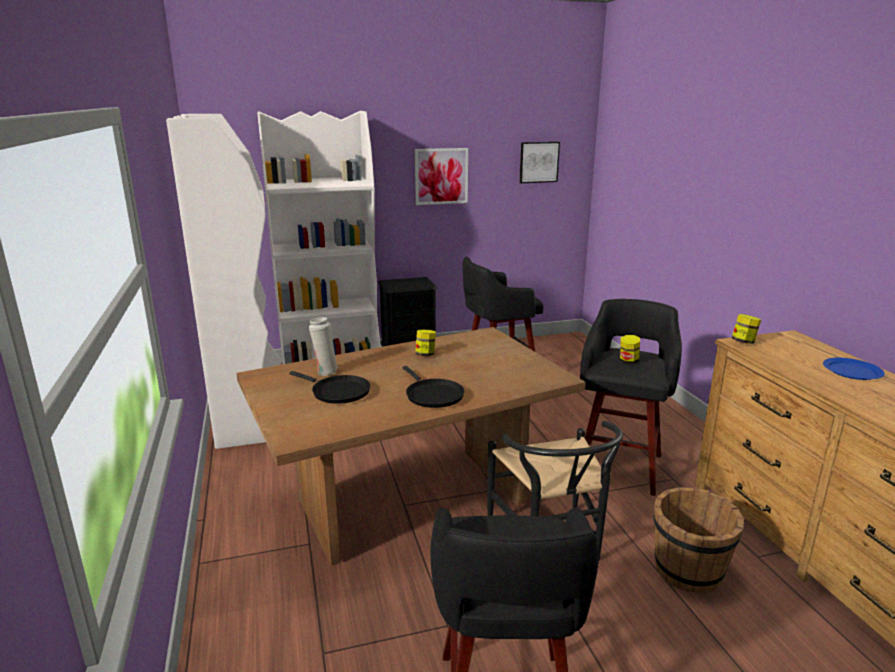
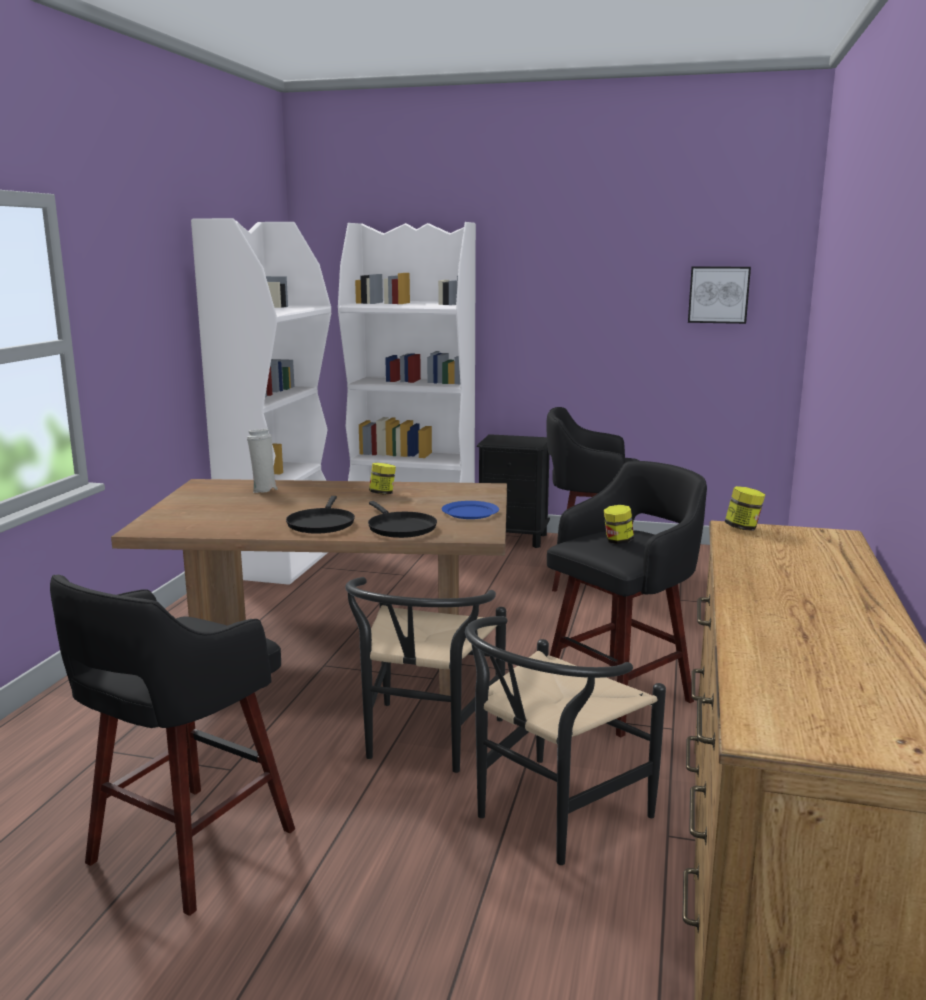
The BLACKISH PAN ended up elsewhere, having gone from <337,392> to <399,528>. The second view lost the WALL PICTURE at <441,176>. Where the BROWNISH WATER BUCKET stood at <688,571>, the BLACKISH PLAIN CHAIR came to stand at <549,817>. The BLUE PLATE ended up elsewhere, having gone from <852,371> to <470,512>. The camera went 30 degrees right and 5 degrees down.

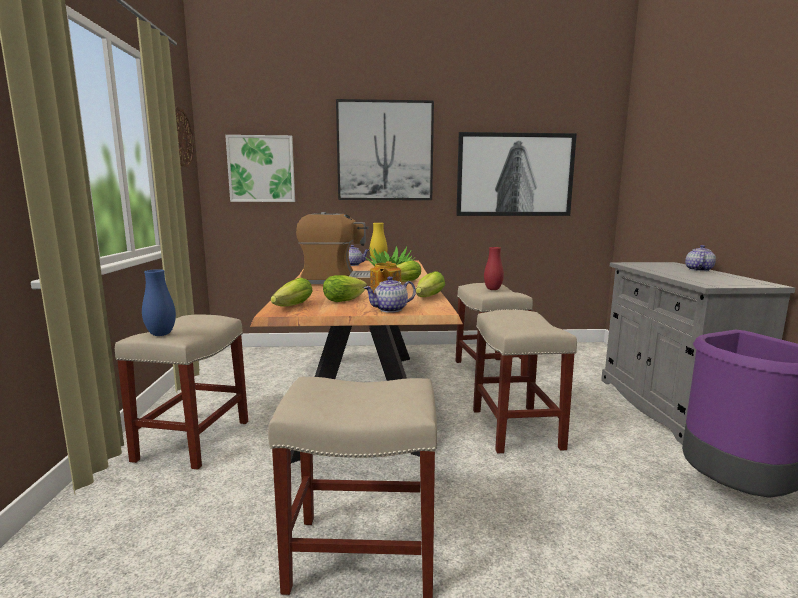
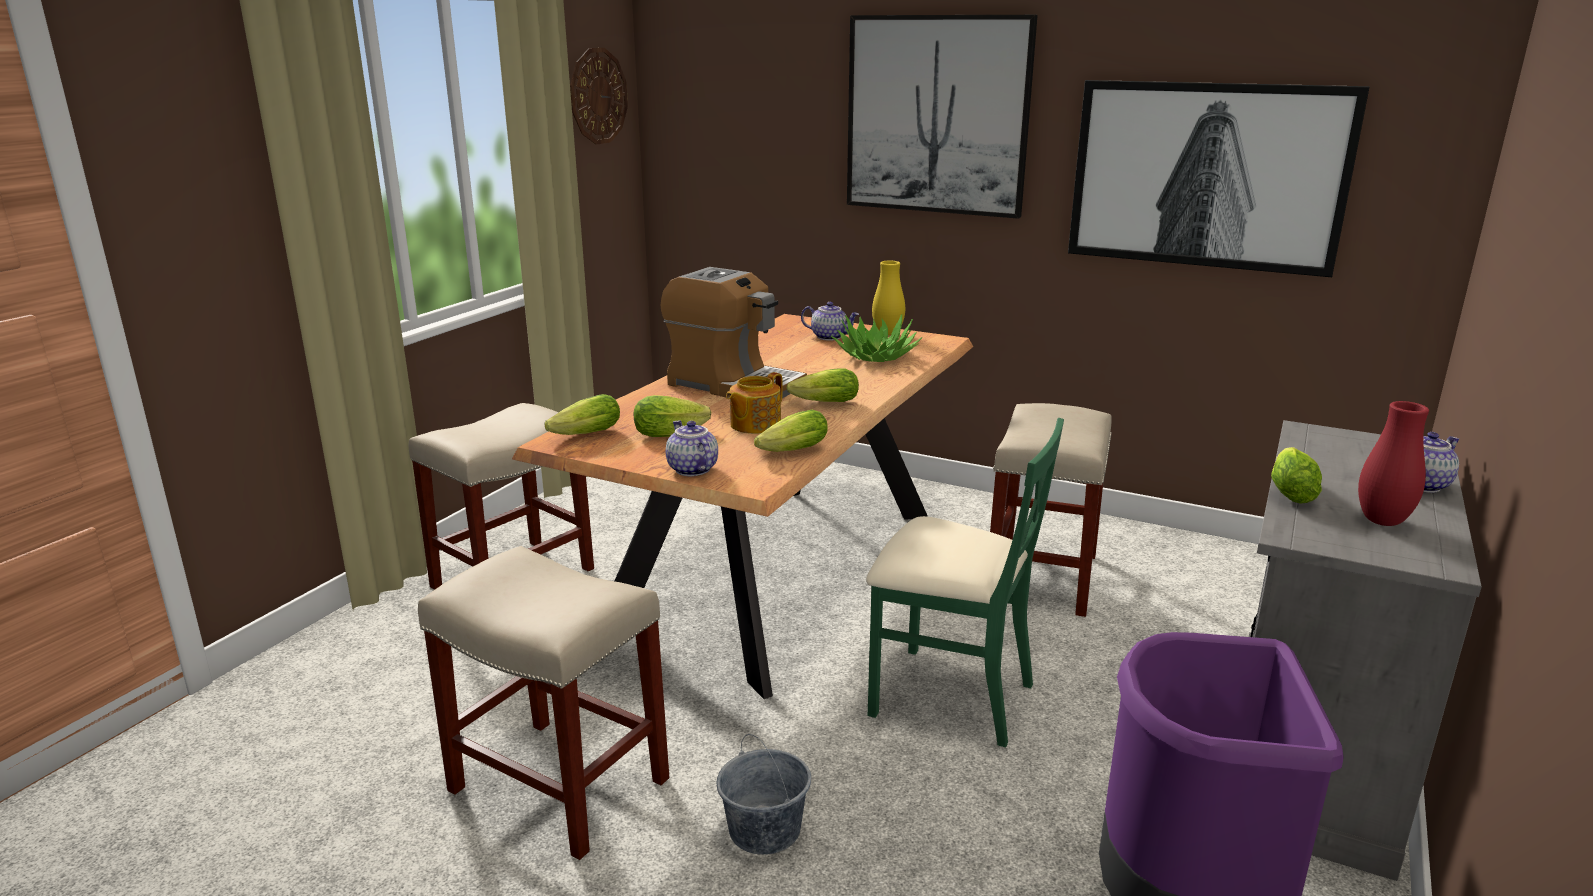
The second view lost the BLUE DECORATIVE VASE at <161,334>. The second view lost the WALL PICTURE at <261,169>. The TEA POT at <390,310> ended up facing another way, 60 degrees clockwise from before. Where the BEIGE STOOL SEAT stood at <517,429>, the GREEN-COLOURED PLAIN CHAIR came to stand at <950,696>. The RED-COLOURED DECORATIVE VASE ended up elsewhere, having gone from <493,289> to <1382,521>. The second view gained the GRAY WATER BUCKET at <765,830>. The second view gained the LETTUCE at <1290,491>. The camera went 30 degrees right and 10 degrees up.

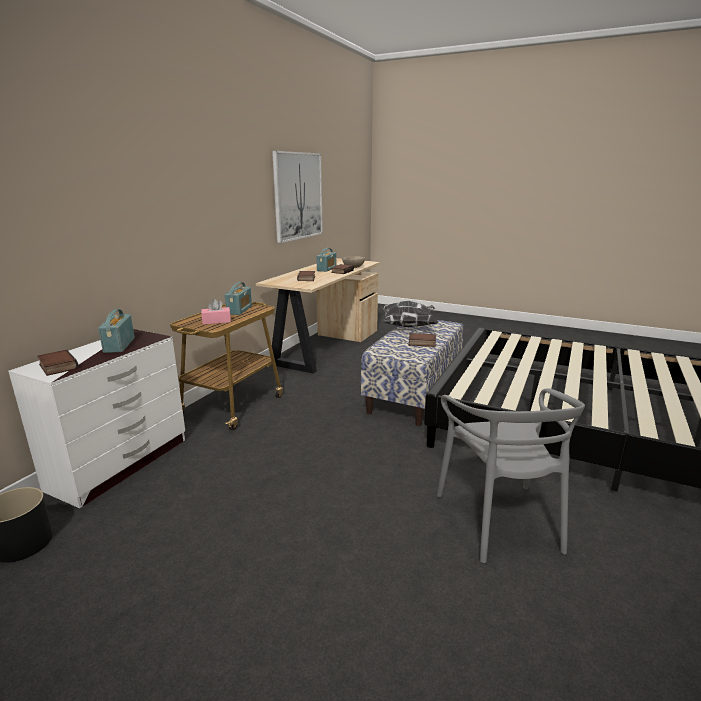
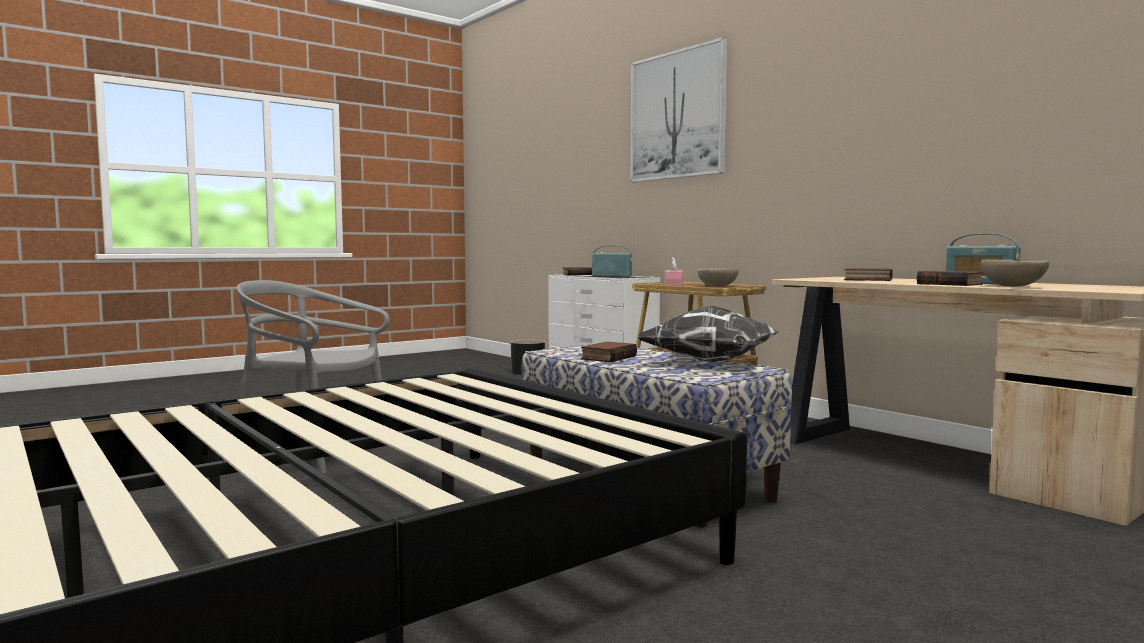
Where the RADIO SET stood at <239,310>, the BEIGE BOWL came to stand at <718,286>. The WALL PICTURE ended up elsewhere, having gone from <298,196> to <677,115>. The camera went 115 degrees right and 15 degrees down.

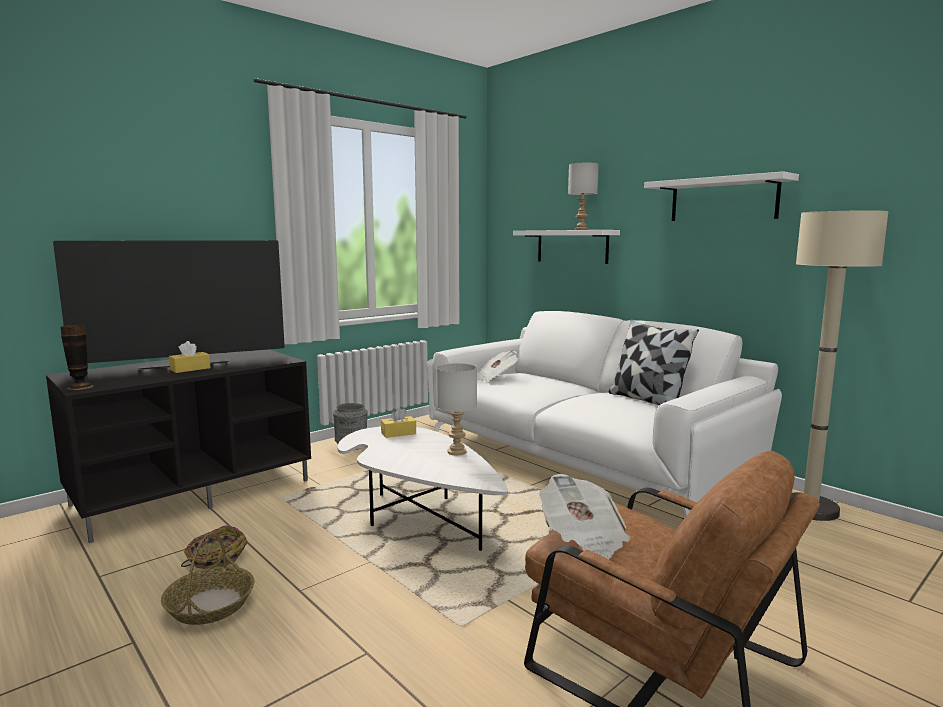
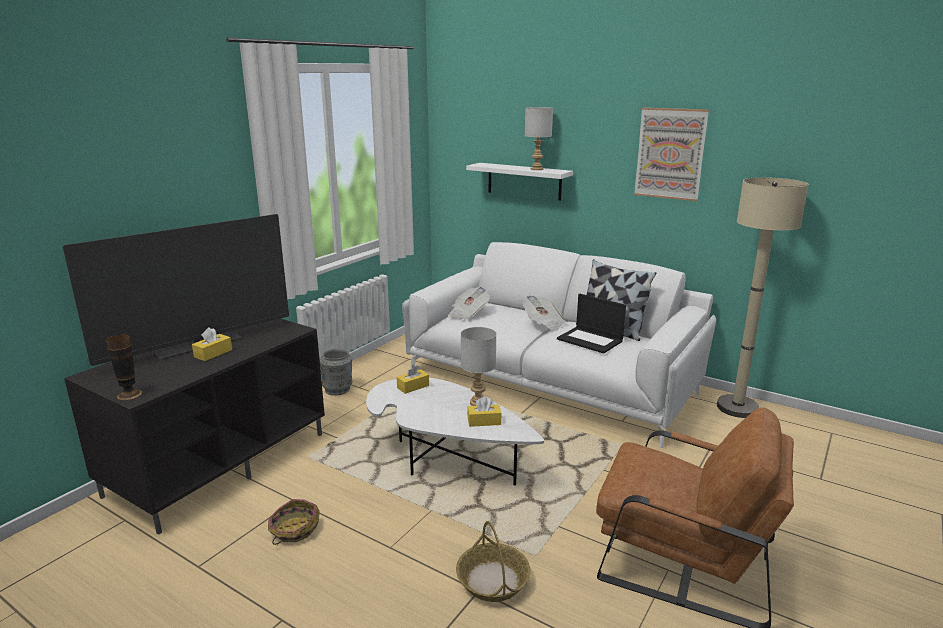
The STORAGE BASKET ended up elsewhere, having gone from <210,605> to <492,580>. The DAILY PAPER ended up elsewhere, having gone from <583,539> to <543,324>. Where the WHITE SHELF hung at <723,199>, the WALL PICTURE came to hang at <670,154>. The second view gained the YELLOWISH TISSUE HOLDER at <484,421>. The second view gained the NOTEBOOK COMPUTER at <590,340>. The camera went 15 degrees left and 10 degrees up.

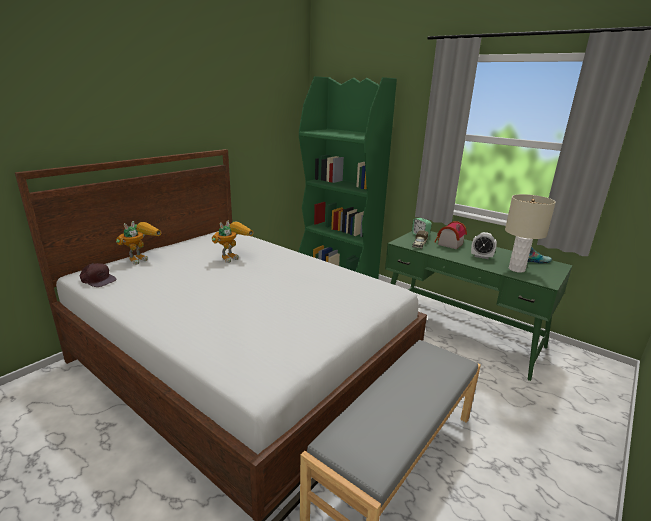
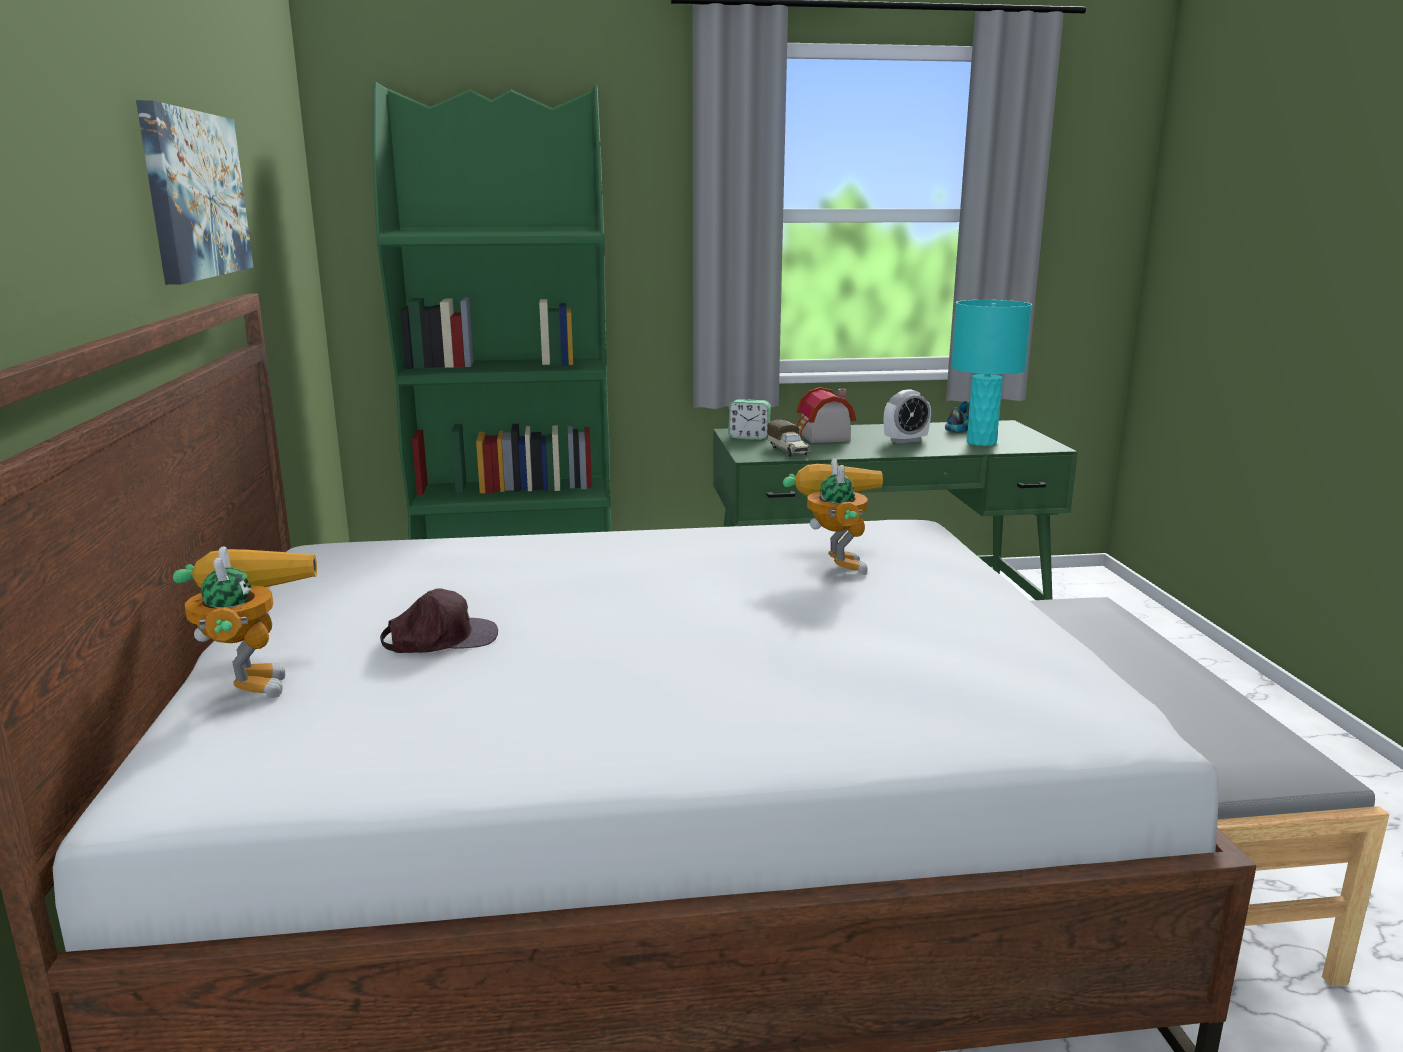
The BROWNISH BASEBALL CAP ended up elsewhere, having gone from <97,279> to <441,638>. The ROBOT FIGURE ended up elsewhere, having gone from <233,257> to <833,562>. What was the BEIGE TABLETOP LAMP at <516,269> turned into the TURQUOISE TABLETOP LAMP at <981,442>. The second view gained the WALL PICTURE at <195,194>. The camera went 45 degrees left and 5 degrees down.

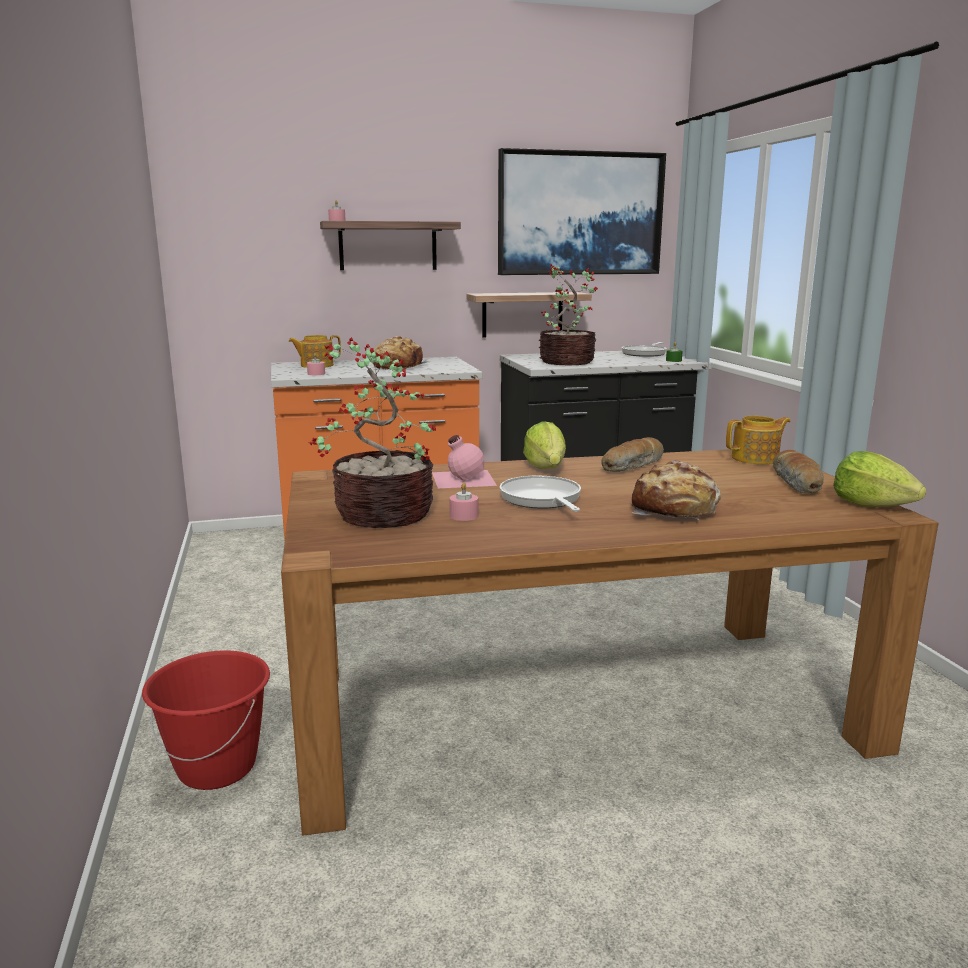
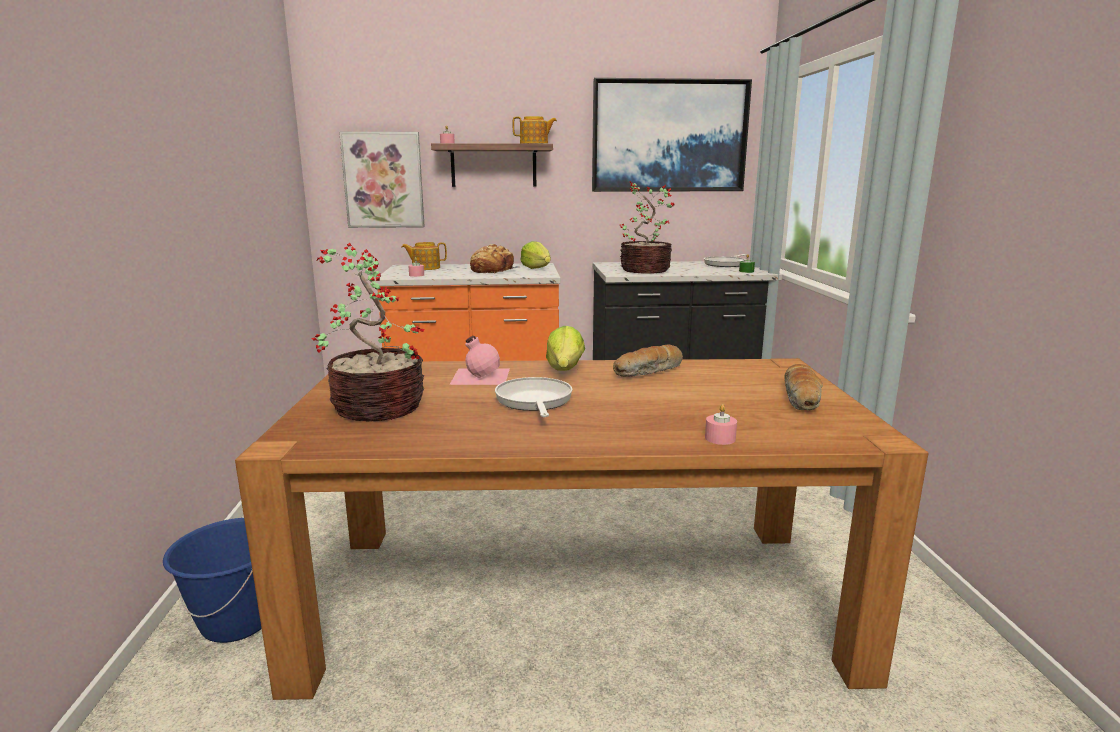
What was the RED-COLOURED WATER BUCKET at <217,767> turned into the BLUE WATER BUCKET at <238,621>. The PINKISH CANDLE ended up elsewhere, having gone from <464,516> to <720,438>. The second view lost the SHELF at <522,314>. The second view lost the BAKERY BREAD at <674,510>. The TEA POT ended up elsewhere, having gone from <756,458> to <534,144>. The LETTUCE ended up elsewhere, having gone from <871,505> to <536,268>. The second view gained the WALL PICTURE at <383,180>. The camera went 10 degrees right and 0 degrees up.

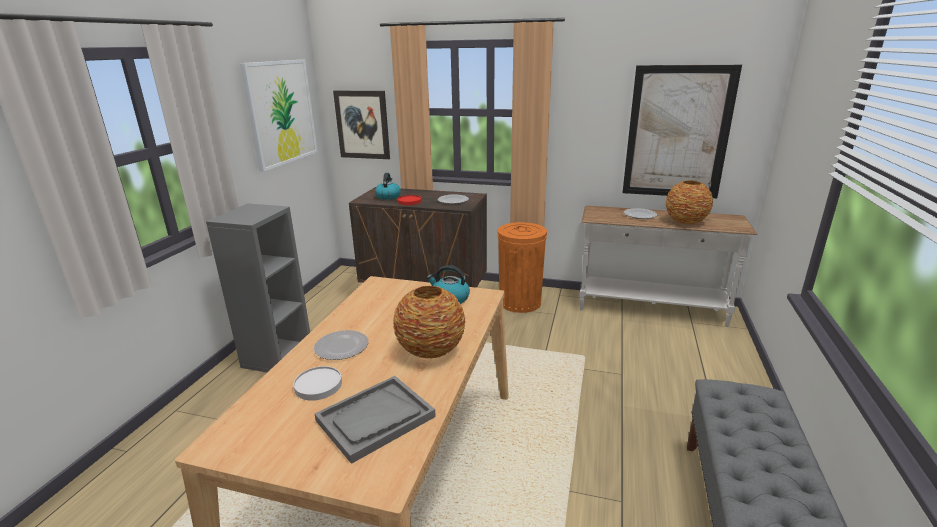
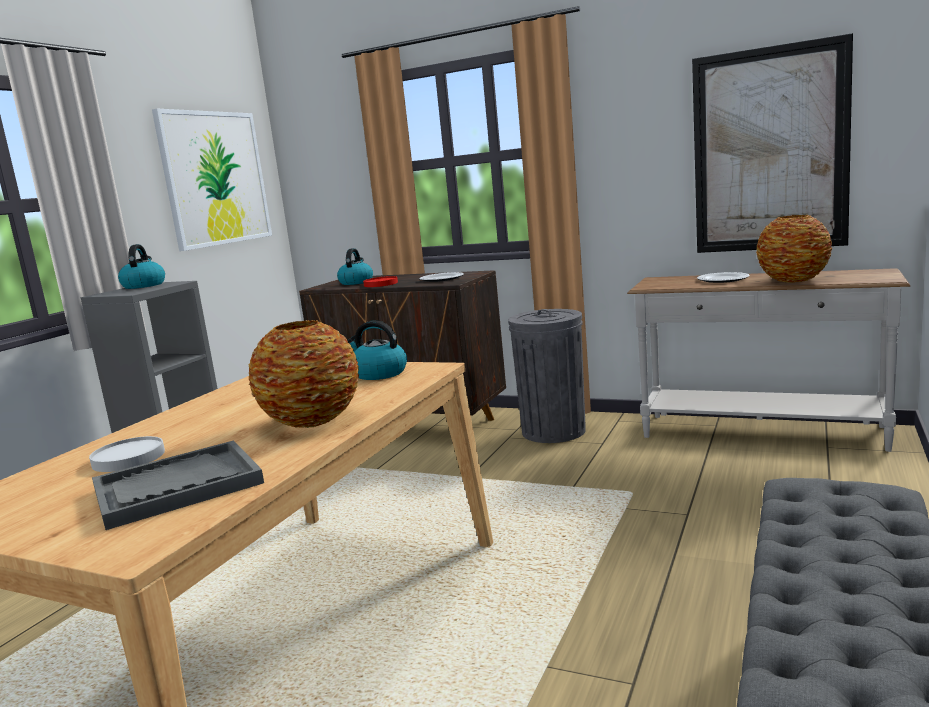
The second view lost the PLATE at <341,347>. The second view lost the WALL PICTURE at <362,125>. What was the ORANGE RUBBISH BIN at <520,302> turned into the GRAY RUBBISH BIN at <553,431>. The second view gained the WATER KETTLE at <144,285>. The camera went 10 degrees right and 10 degrees down.

